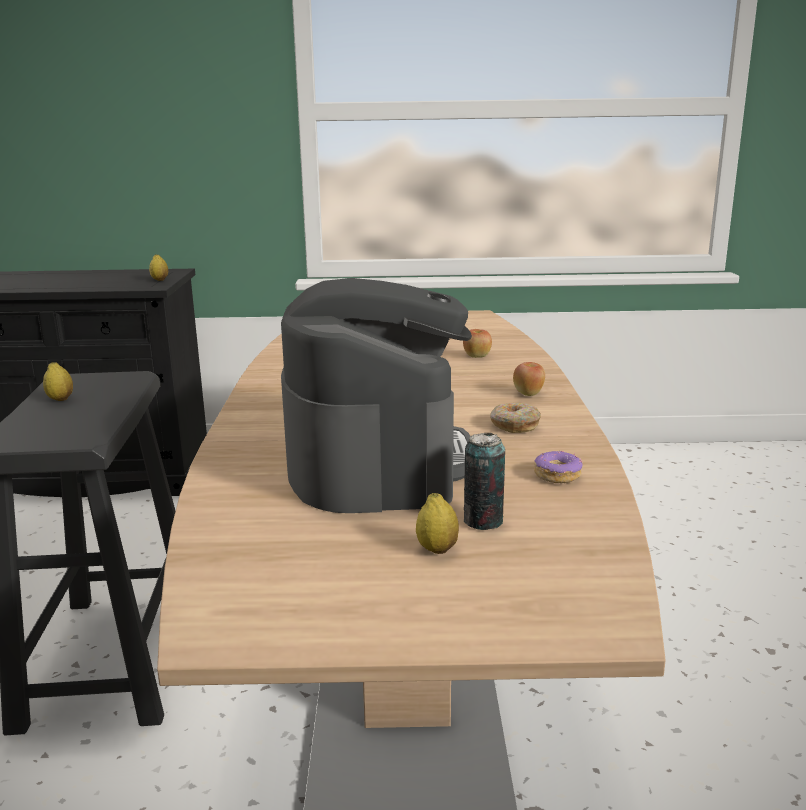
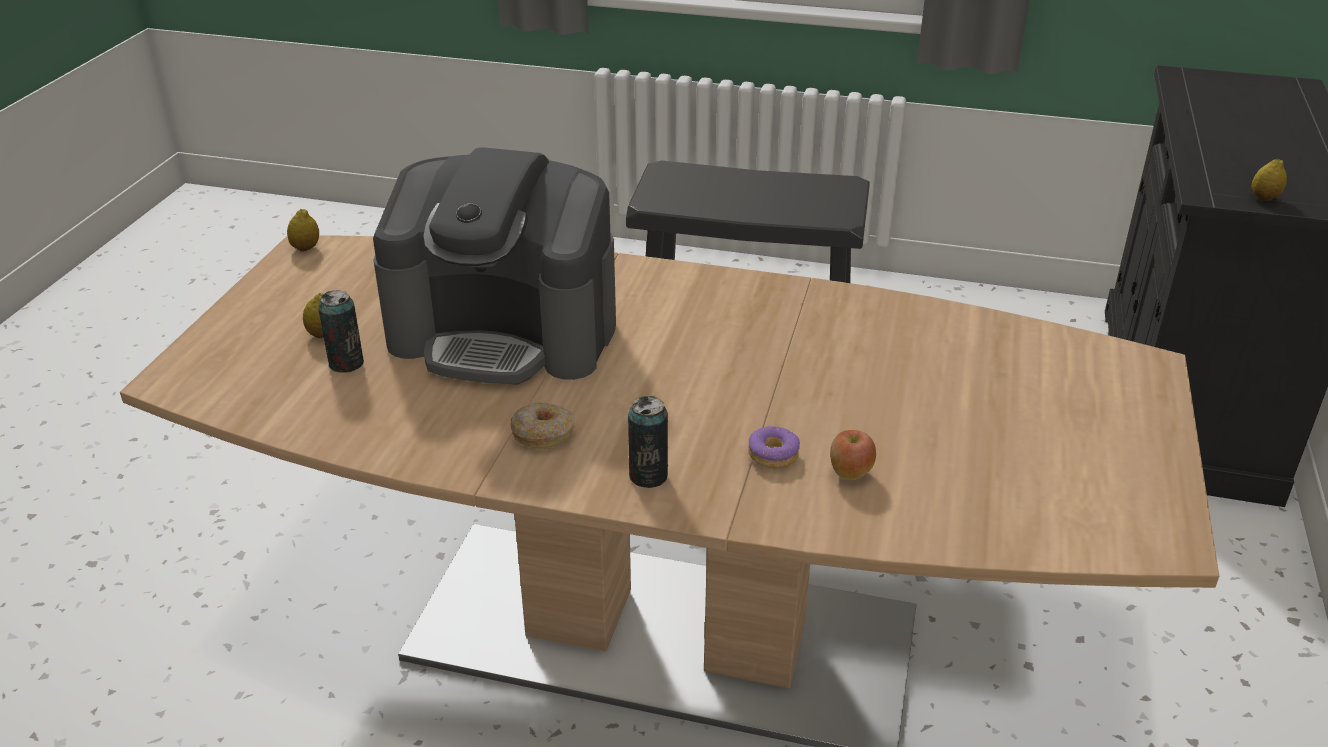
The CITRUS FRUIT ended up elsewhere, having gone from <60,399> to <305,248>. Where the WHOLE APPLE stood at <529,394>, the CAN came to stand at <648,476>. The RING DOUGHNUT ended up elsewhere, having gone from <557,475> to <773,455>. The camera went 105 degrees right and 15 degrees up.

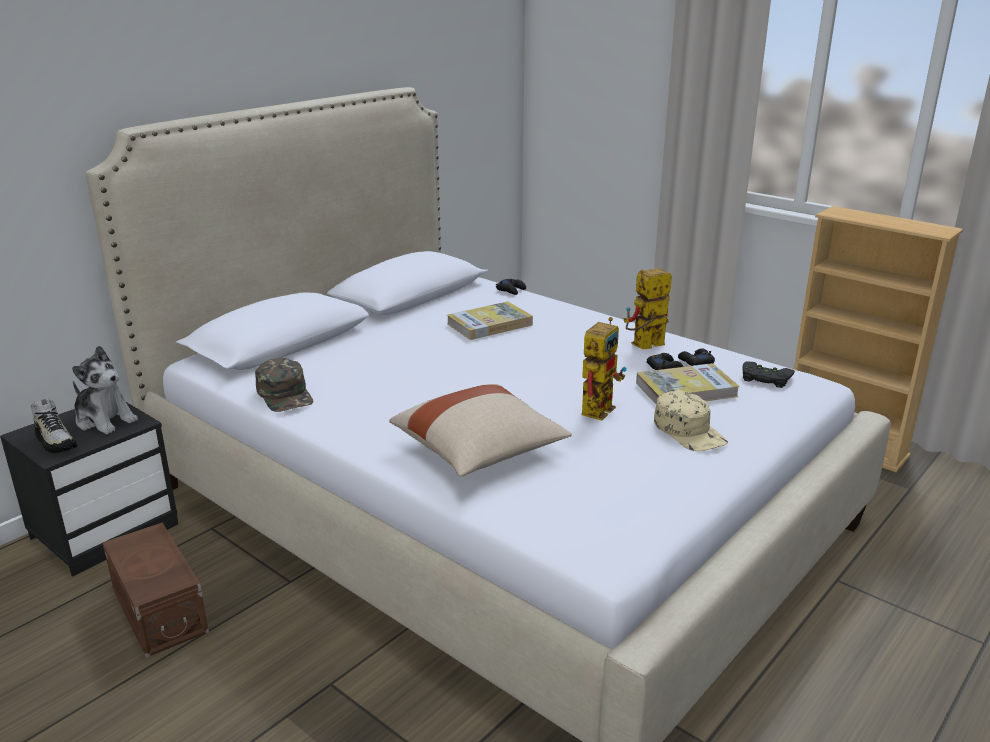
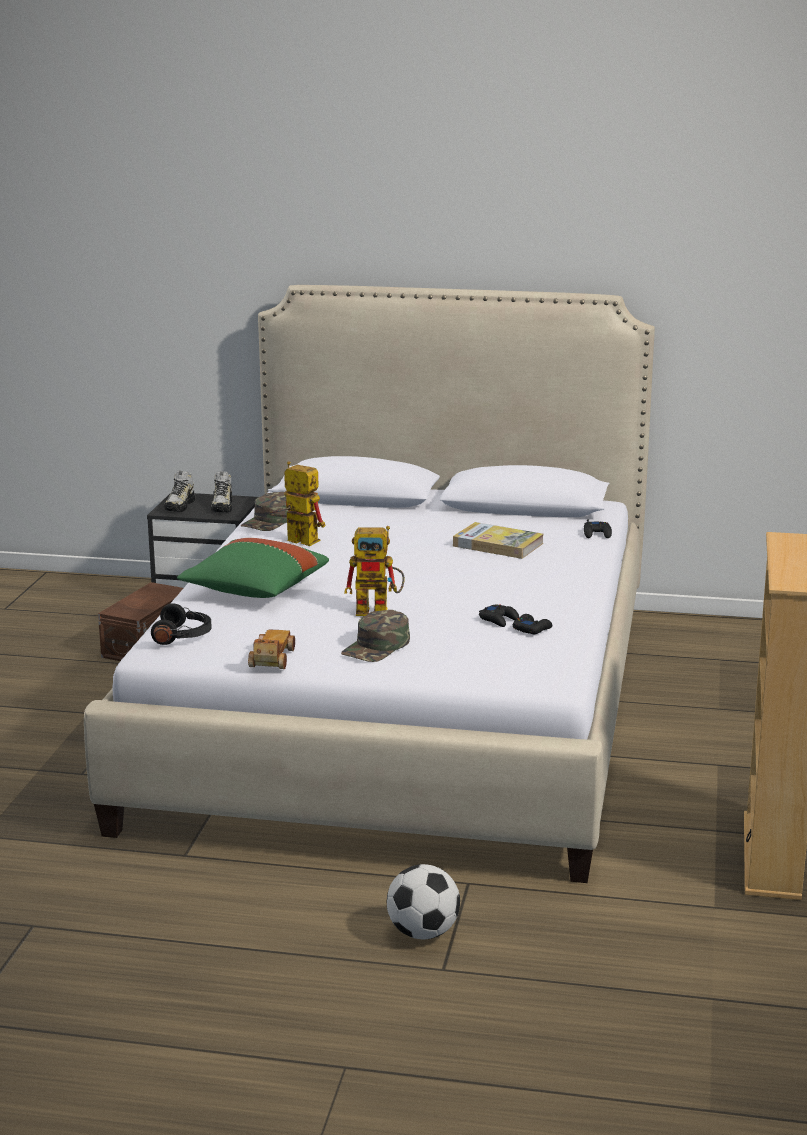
Where the SOFT TOY stood at <105,420>, the LOW SHOE came to stand at <222,506>. What was the BEIGE PILLOW at <480,451> turned into the GREEN-COLOURED PILLOW at <254,590>. The ROBOT FIGURE ended up elsewhere, having gone from <644,347> to <296,540>. The second view lost the VOLUME at <686,389>. What was the BEIGE BASEBALL CAP at <689,431> turned into the GREEN-COLOURED BASEBALL CAP at <377,647>. The second view lost the BLACKISH JOYPAD at <765,379>. The second view gained the BLACKISH HEADPHONES at <183,636>. The second view gained the MODEL CAR at <272,659>. The second view gained the FOOTBALL at <423,933>. The camera went 60 degrees right and 5 degrees down.

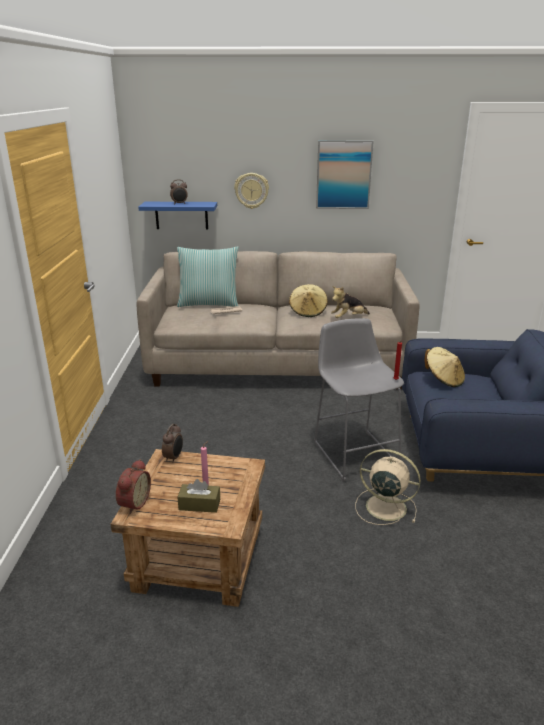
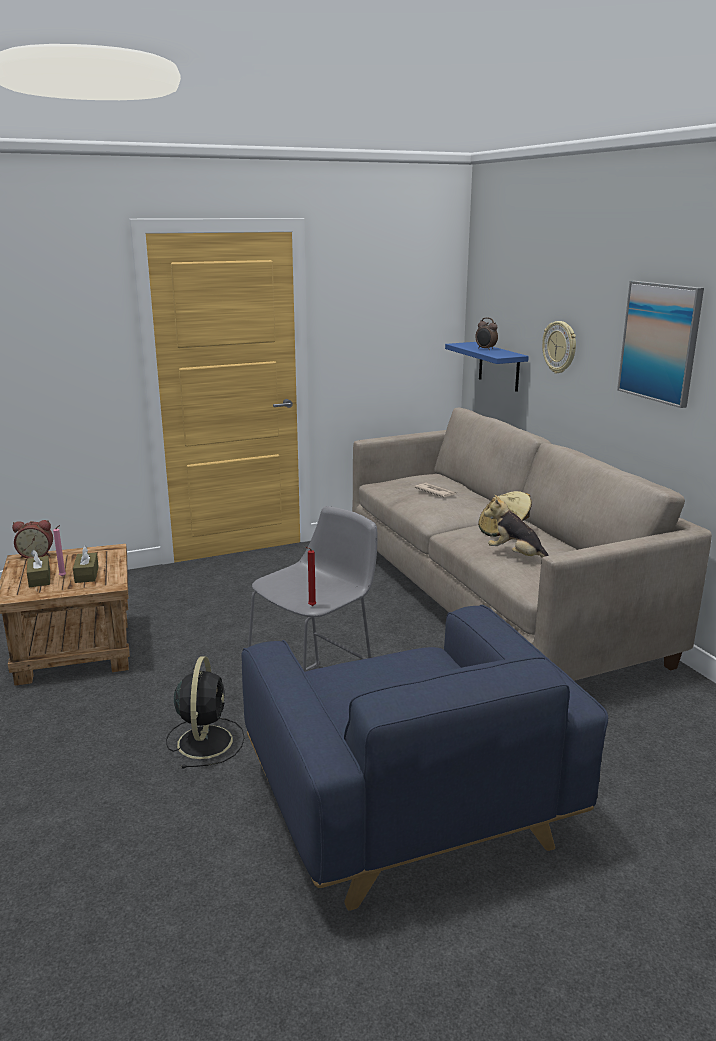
The second view lost the TABLE CLOCK at <174,457>. The second view lost the PILLOW at <209,304>. What was the BEIGE ELECTRIC FAN at <384,507> turned into the BLACKISH ELECTRIC FAN at <205,740>. The second view lost the BEIGE HAT at <443,379>. The second view gained the BROWNISH TISSUE HOLDER at <86,574>. The camera went 65 degrees right and 5 degrees down.

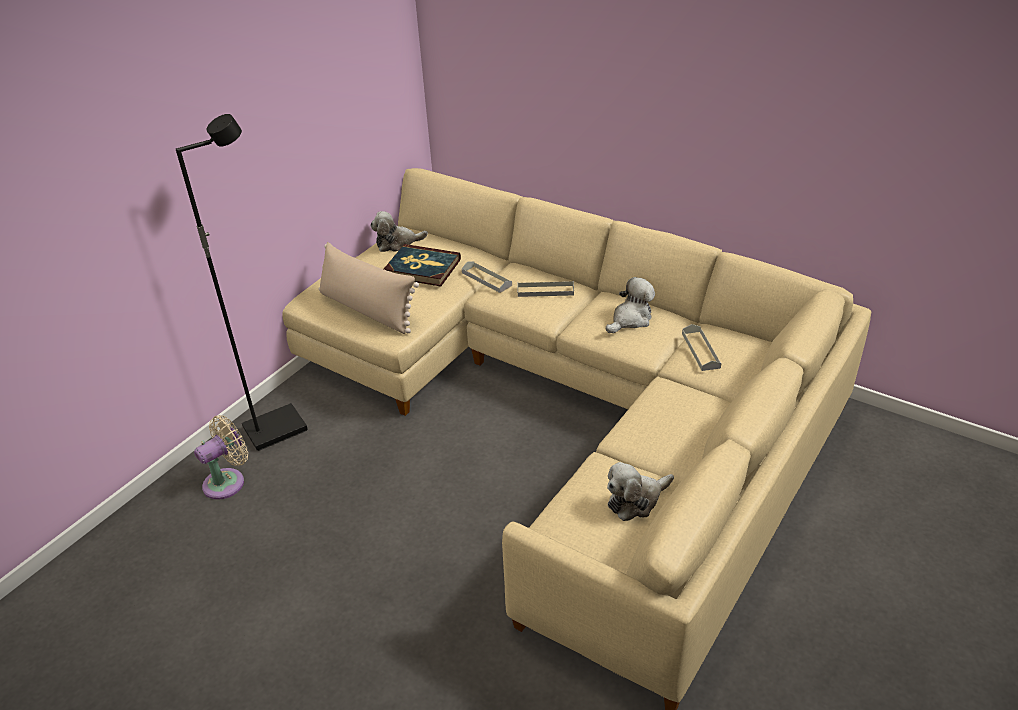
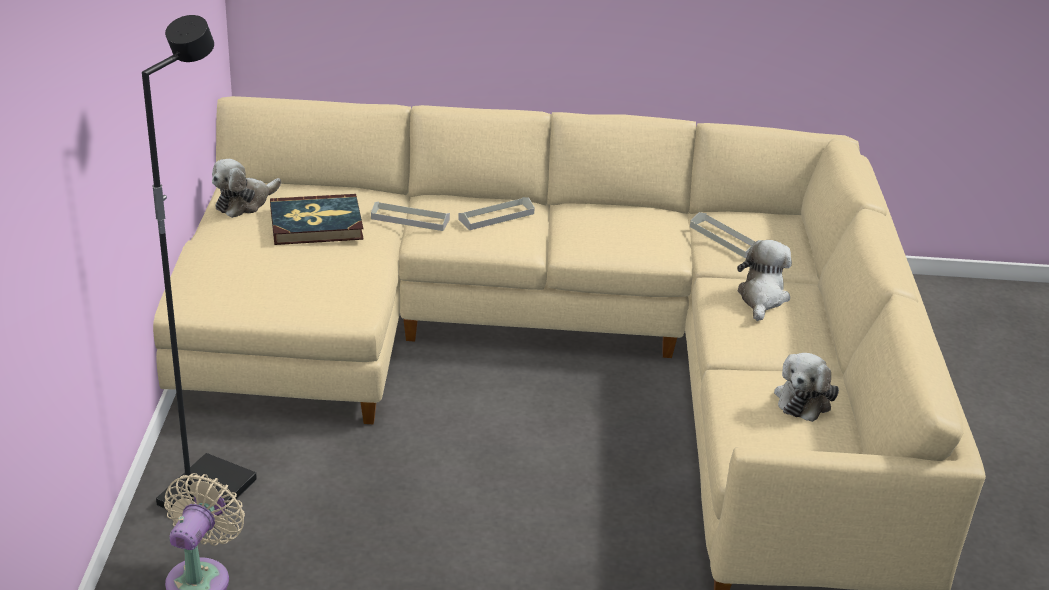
The second view lost the BEIGE PILLOW at <367,310>. The SOFT TOY ended up elsewhere, having gone from <630,319> to <762,298>. The camera went 35 degrees left and 5 degrees down.

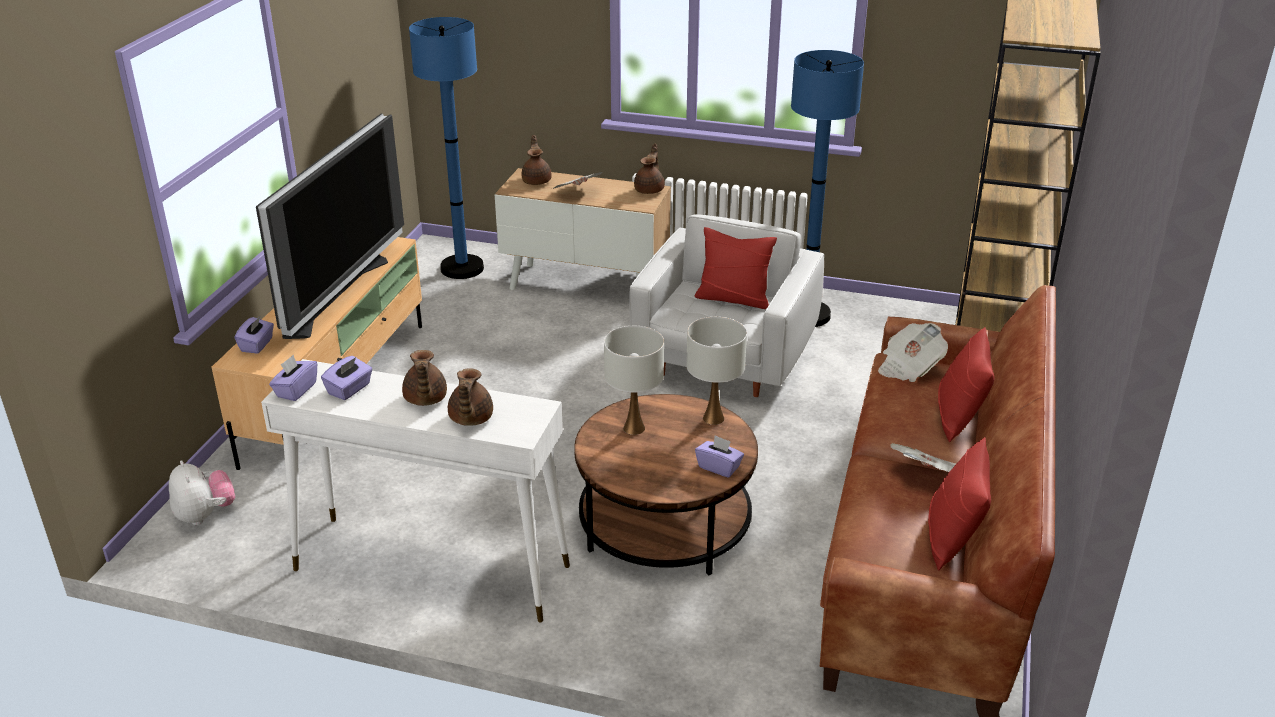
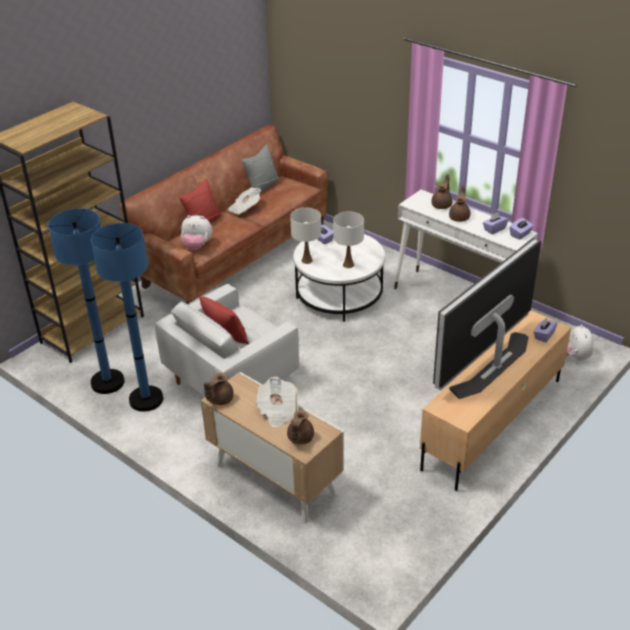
The BLUE FLOOR LAMP ended up elsewhere, having gone from <462,268> to <107,382>. What was the BROWNISH LOW TABLE at <665,523> turned into the WHITE LOW TABLE at <339,295>. Where the DAILY PAPER stood at <909,367>, the SOFT TOY came to stand at <197,246>. What was the RED-COLOURED PILLOW at <952,538> turned into the GRAY PILLOW at <262,187>. The camera went 155 degrees left and 5 degrees up.

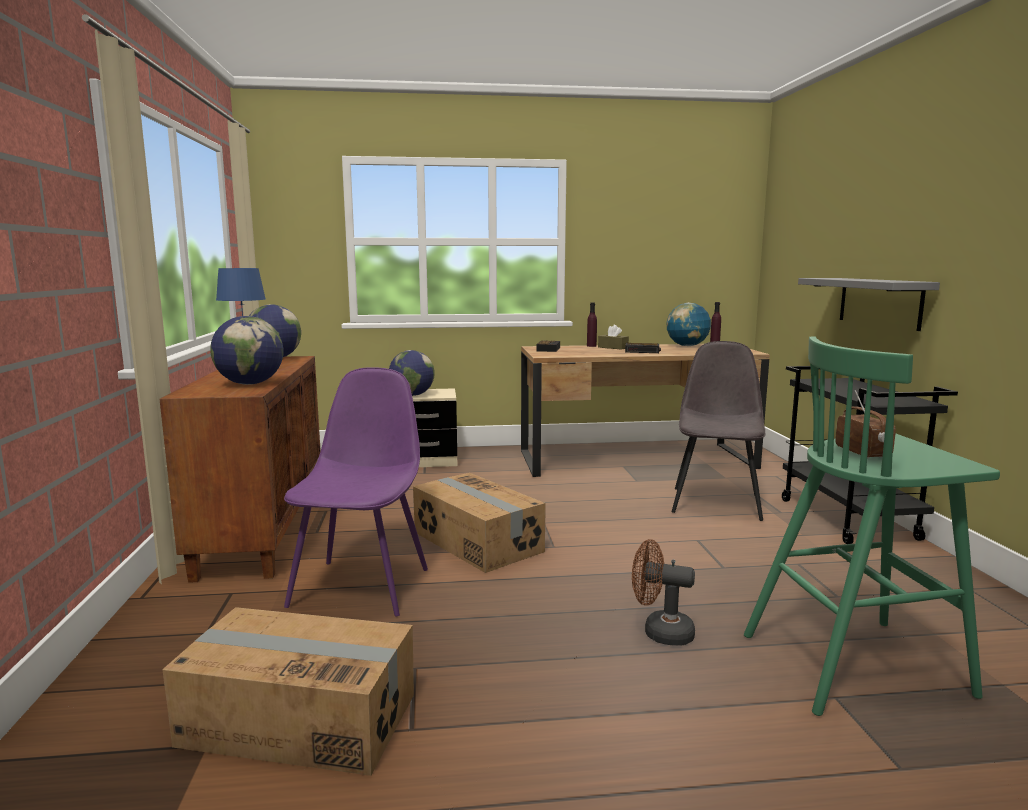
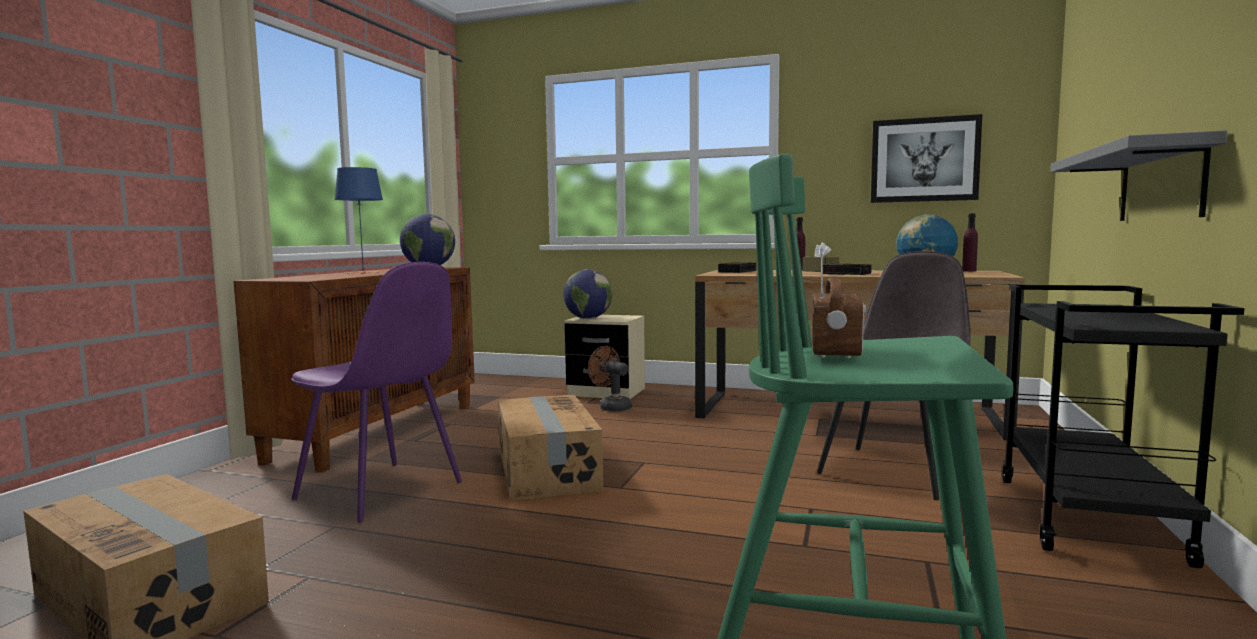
The second view lost the DESK GLOBE at <250,384>. The PURPLE-COLOURED PLAIN CHAIR at <362,585> ended up facing another way, 90 degrees clockwise from before. The BROWNISH ELECTRIC FAN ended up elsewhere, having gone from <660,632> to <611,407>. The second view gained the WALL PICTURE at <924,160>. The camera went 25 degrees right and 5 degrees down.

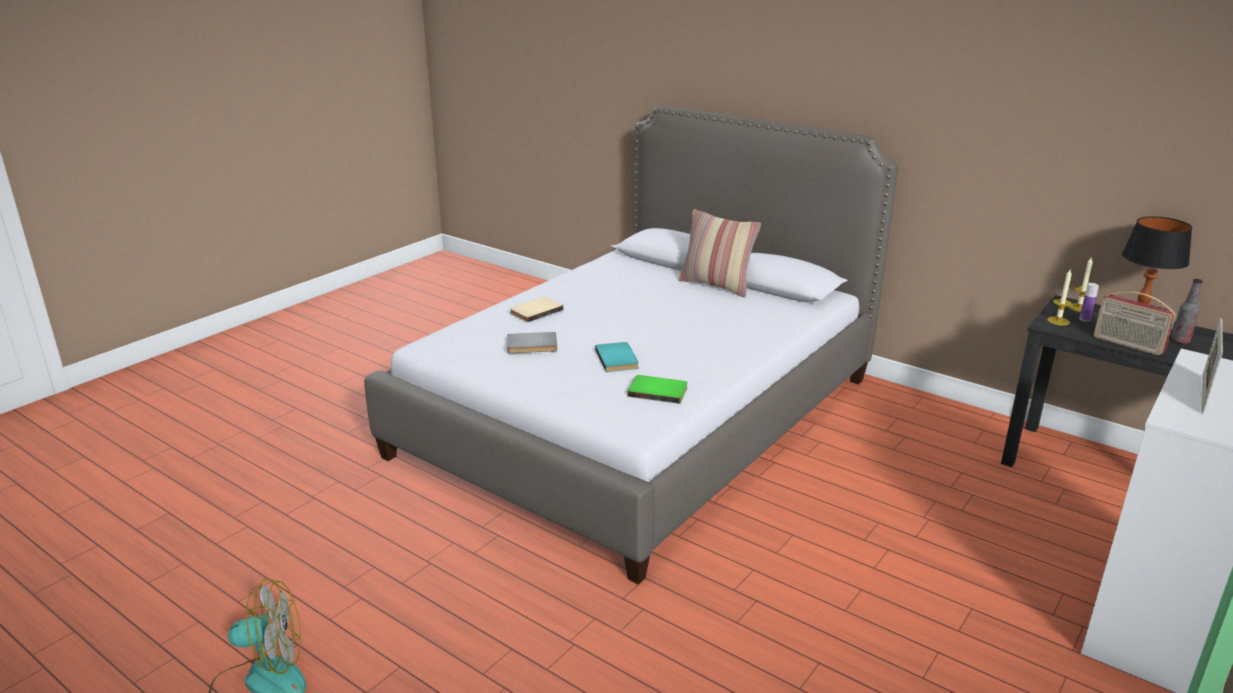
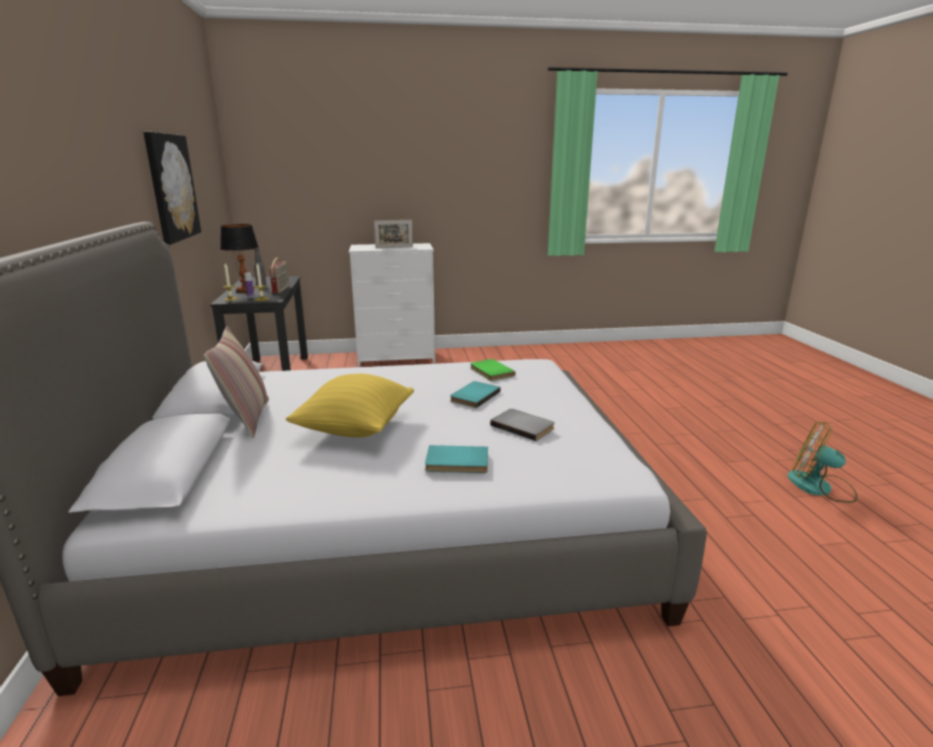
What was the BEIGE VOLUME at <535,311> turned into the TURQUOISE VOLUME at <457,463>. The second view gained the WALL PICTURE at <171,187>. The second view gained the YELLOWISH PILLOW at <355,429>. The camera went 135 degrees left and 5 degrees down.

